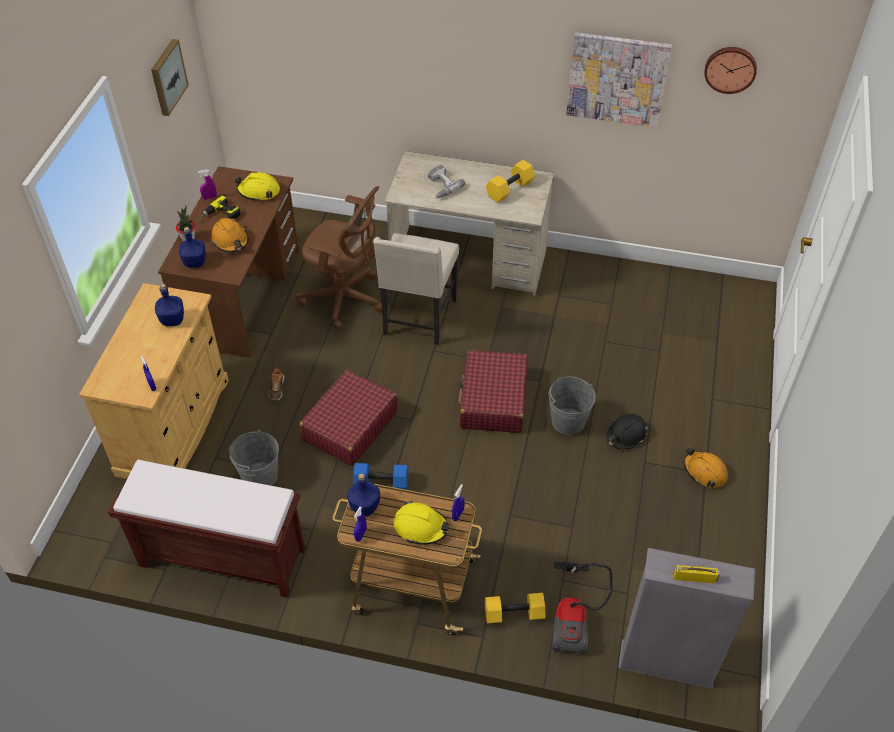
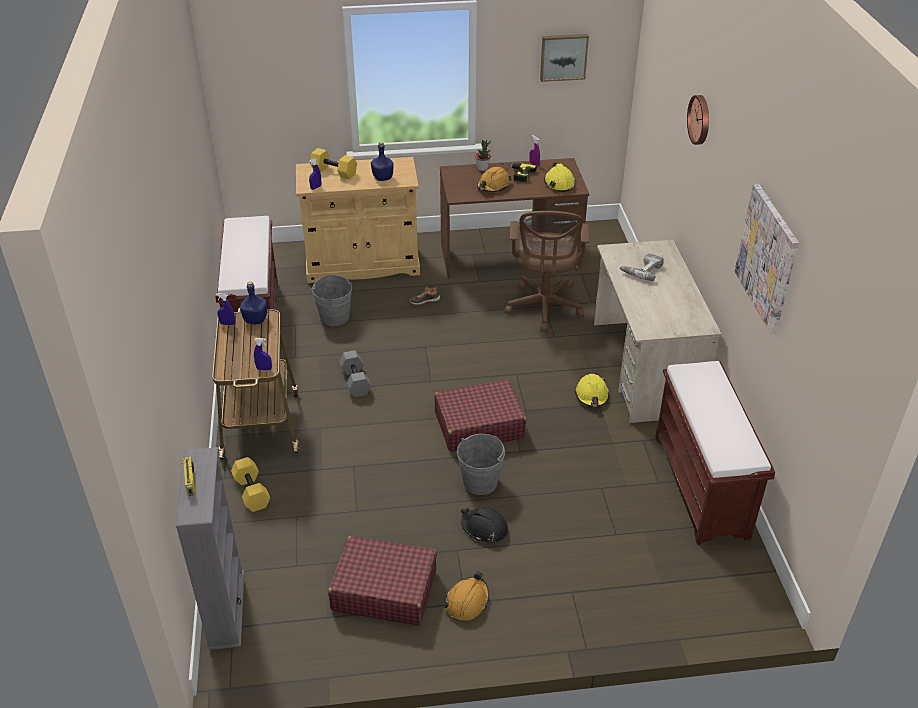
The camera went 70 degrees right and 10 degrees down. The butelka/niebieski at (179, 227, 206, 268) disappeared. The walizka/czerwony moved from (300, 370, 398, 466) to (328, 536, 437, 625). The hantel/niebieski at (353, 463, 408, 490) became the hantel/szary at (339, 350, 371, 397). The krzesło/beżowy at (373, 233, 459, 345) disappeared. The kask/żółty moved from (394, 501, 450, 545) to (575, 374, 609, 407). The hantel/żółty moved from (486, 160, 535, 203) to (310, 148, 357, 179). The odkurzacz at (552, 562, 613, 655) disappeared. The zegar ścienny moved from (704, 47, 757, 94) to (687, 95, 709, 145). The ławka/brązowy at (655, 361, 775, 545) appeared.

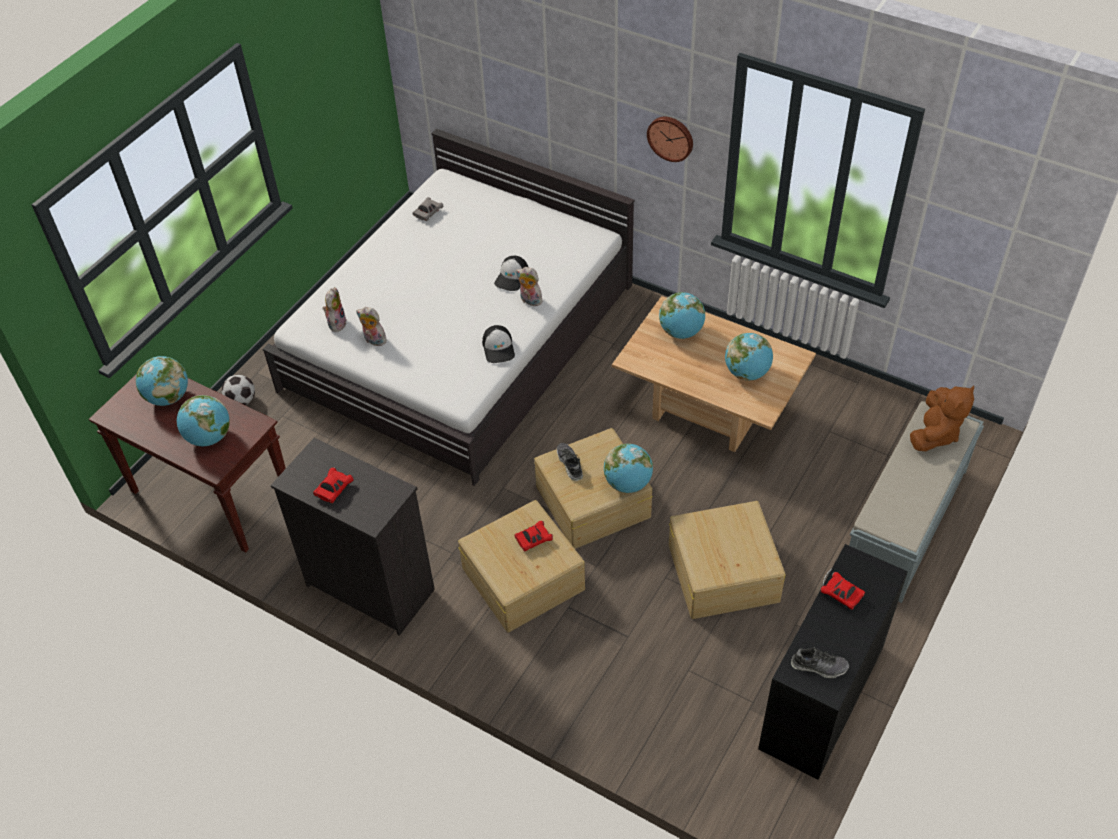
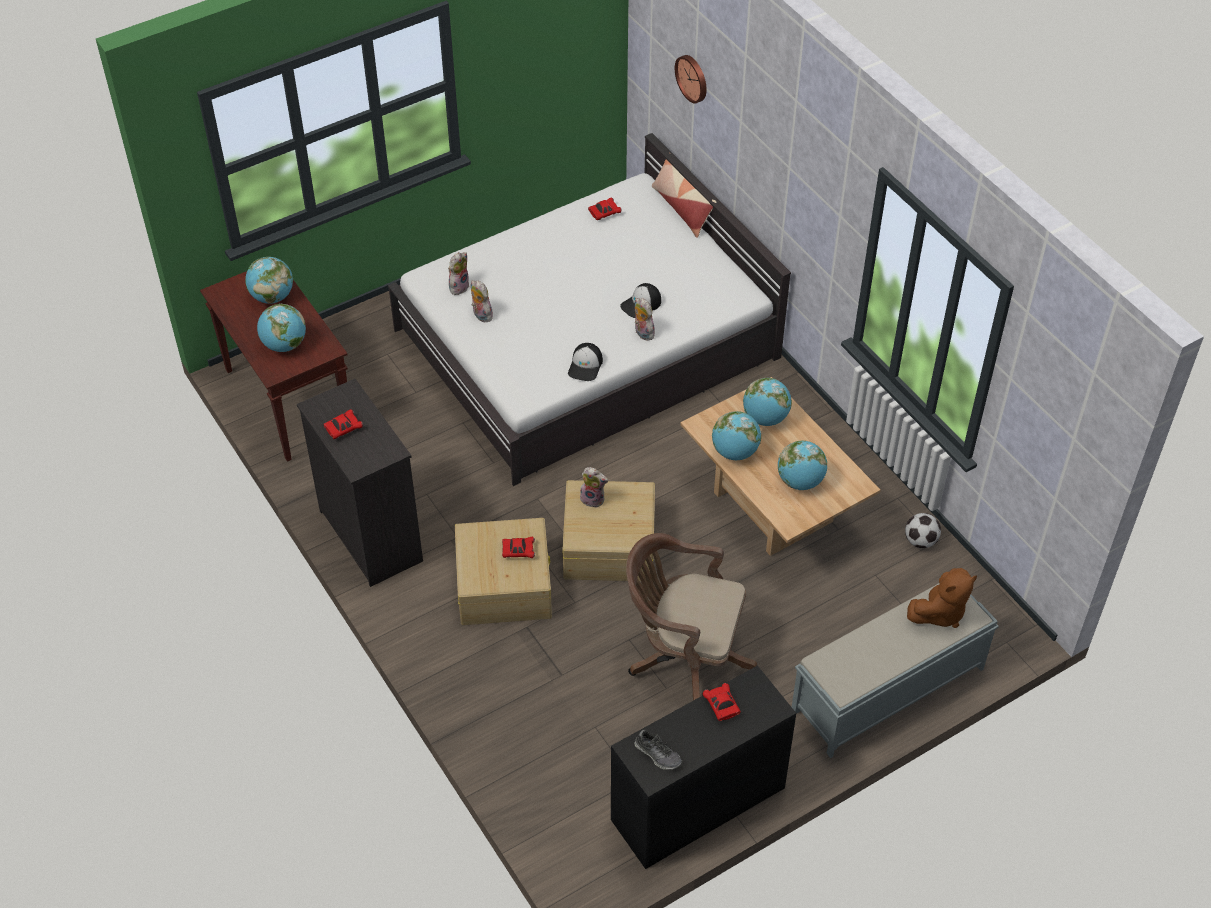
The camera went 25 degrees right and 0 degrees up. The piłka futbolowa moved from (222, 375, 255, 405) to (905, 513, 941, 548). The samochodzik/szary at (413, 197, 444, 221) became the samochodzik/czerwony at (588, 198, 622, 220). The but at (557, 443, 583, 481) was replaced by the pluszak at (580, 467, 608, 508). The globus moved from (604, 443, 653, 493) to (712, 411, 761, 460). The zegar ścienny moved from (647, 117, 693, 162) to (675, 55, 707, 103). The pojemnik do przechowywania/beżowy at (669, 501, 786, 619) was replaced by the krzesło biurowe/brązowy at (626, 533, 757, 701). The poduszka at (652, 152, 717, 238) appeared.

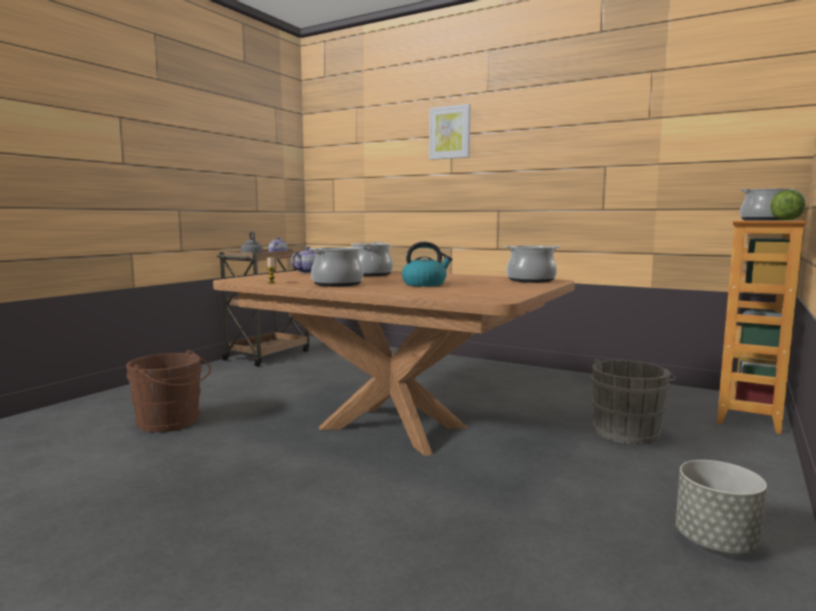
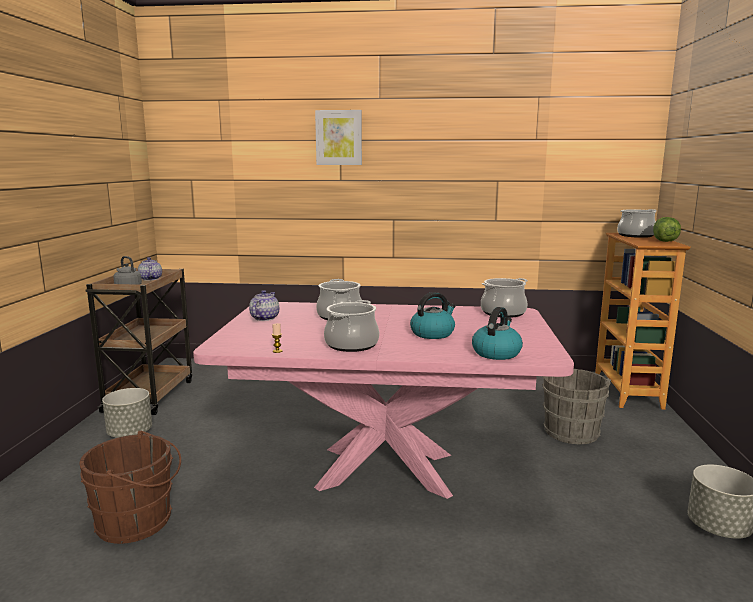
The camera went 25 degrees left and 5 degrees up. The stół jadalny/brązowy at (213, 270, 575, 456) became the stół jadalny/różowy at (193, 302, 574, 499). The donica/szary at (102, 388, 152, 437) appeared. The czajnik at (472, 307, 523, 360) appeared.

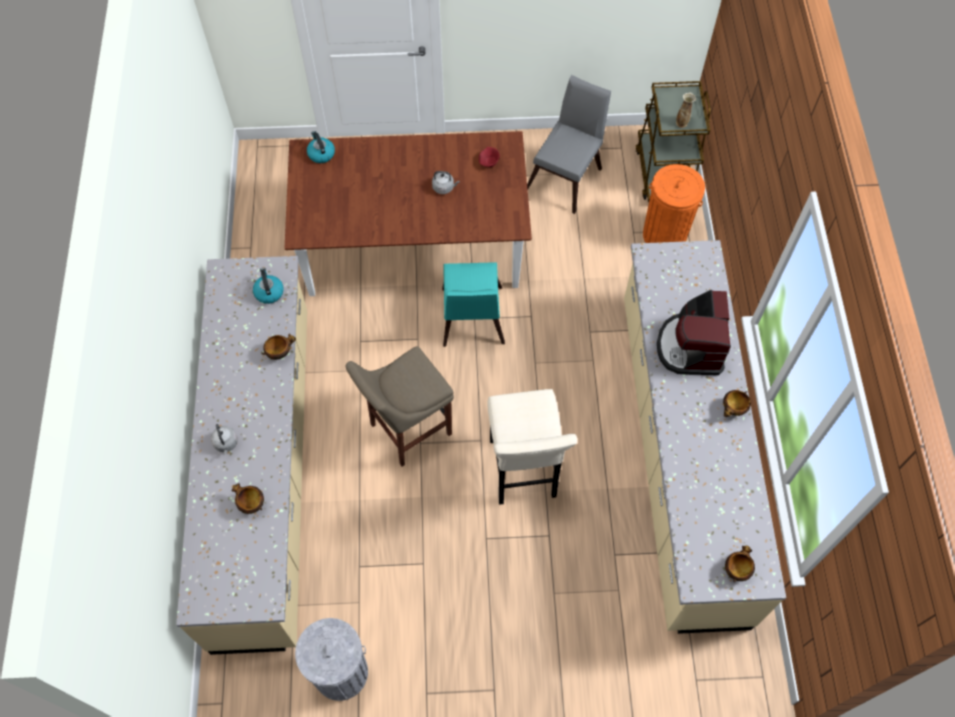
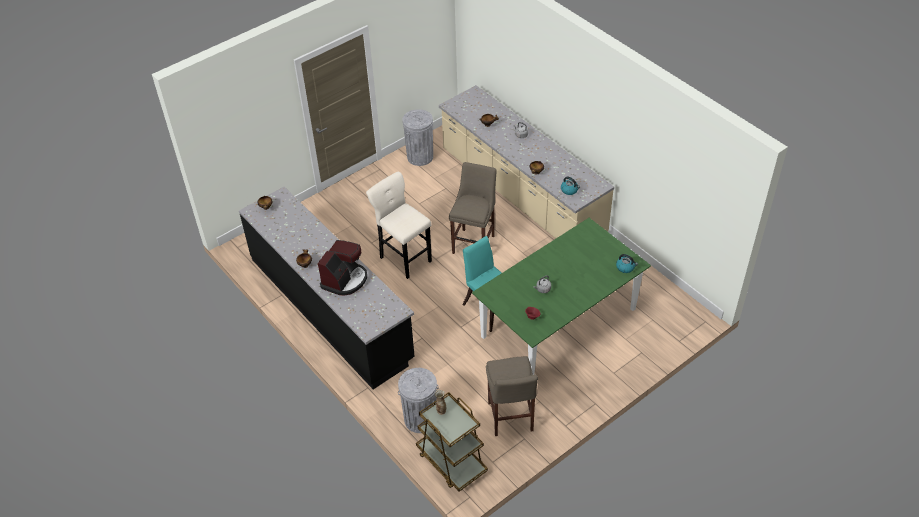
The camera went 145 degrees right and 15 degrees down. The stół jadalny/brązowy at (285, 131, 532, 296) became the stół jadalny/zielony at (472, 218, 651, 375). The krzesło/szary at (527, 75, 611, 214) was replaced by the stołek/beżowy at (486, 356, 538, 436). The zabudowa kuchenna/beżowy at (624, 240, 786, 634) became the zabudowa kuchenna/czarny at (239, 187, 414, 389). The kosz na śmieci/pomarańczowy at (643, 164, 705, 243) became the kosz na śmieci/szary at (398, 368, 439, 433). The ekspres do kawy at (657, 290, 731, 375) turned 60 degrees clockwise.

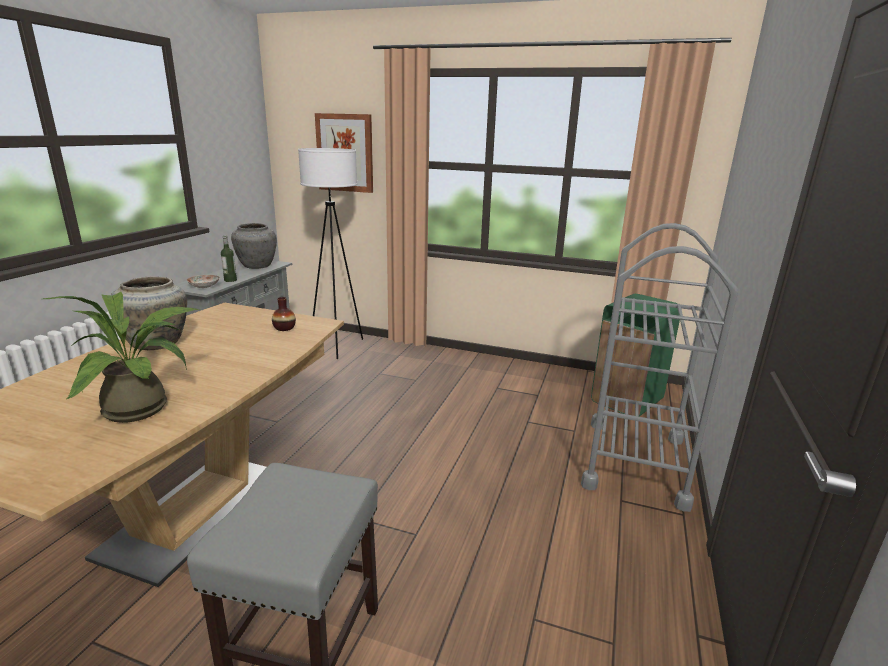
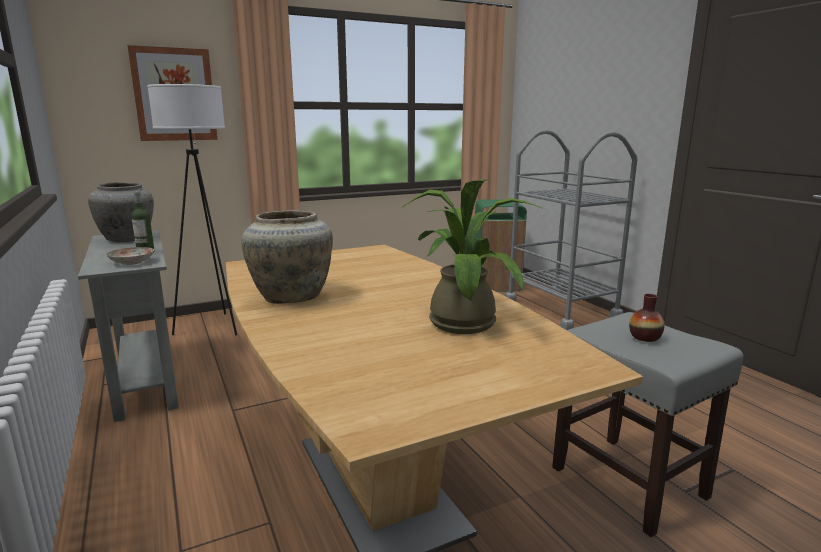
The camera went 45 degrees left and 5 degrees down. The wazon moved from (272, 297, 296, 331) to (629, 294, 665, 342).

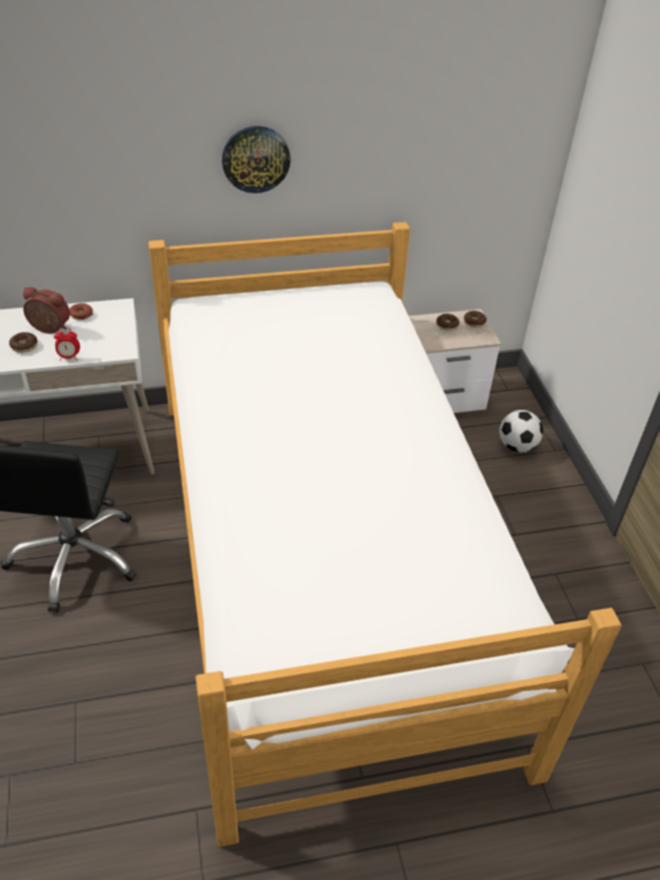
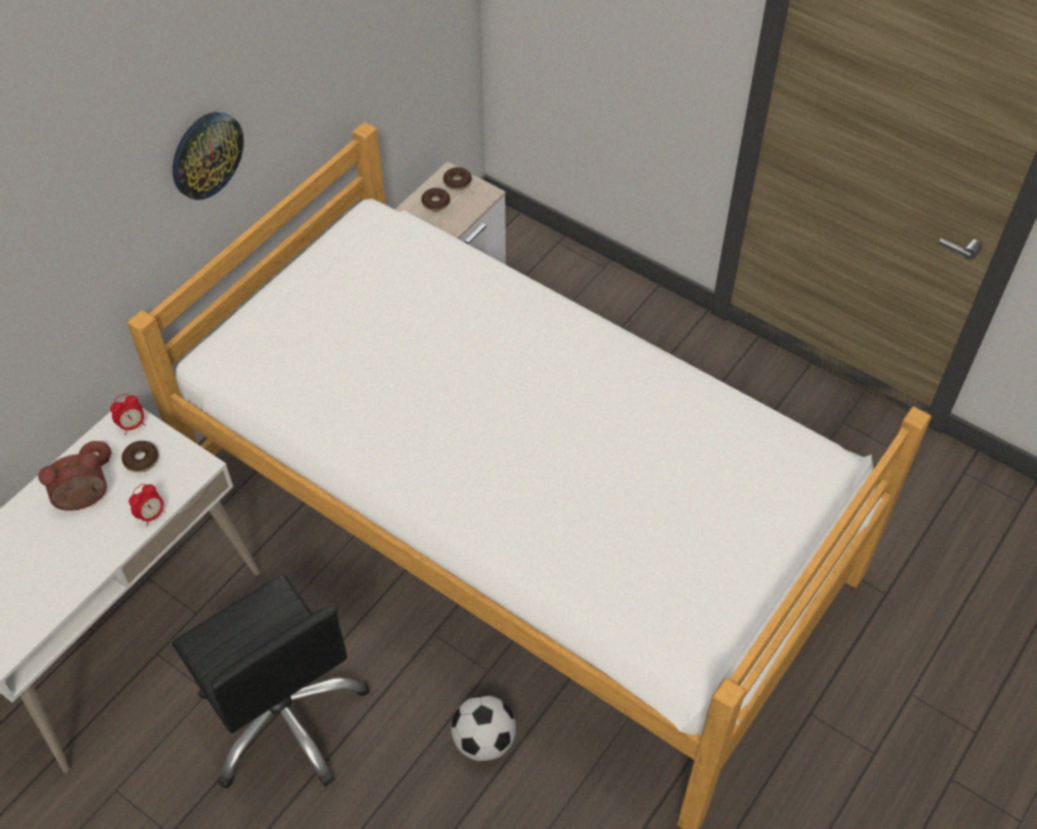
The camera went 40 degrees left and 10 degrees up. The donut moved from (9, 332, 38, 353) to (122, 441, 159, 472). The piłka futbolowa moved from (499, 410, 543, 452) to (451, 695, 516, 761). The budzik at (110, 394, 145, 435) appeared.

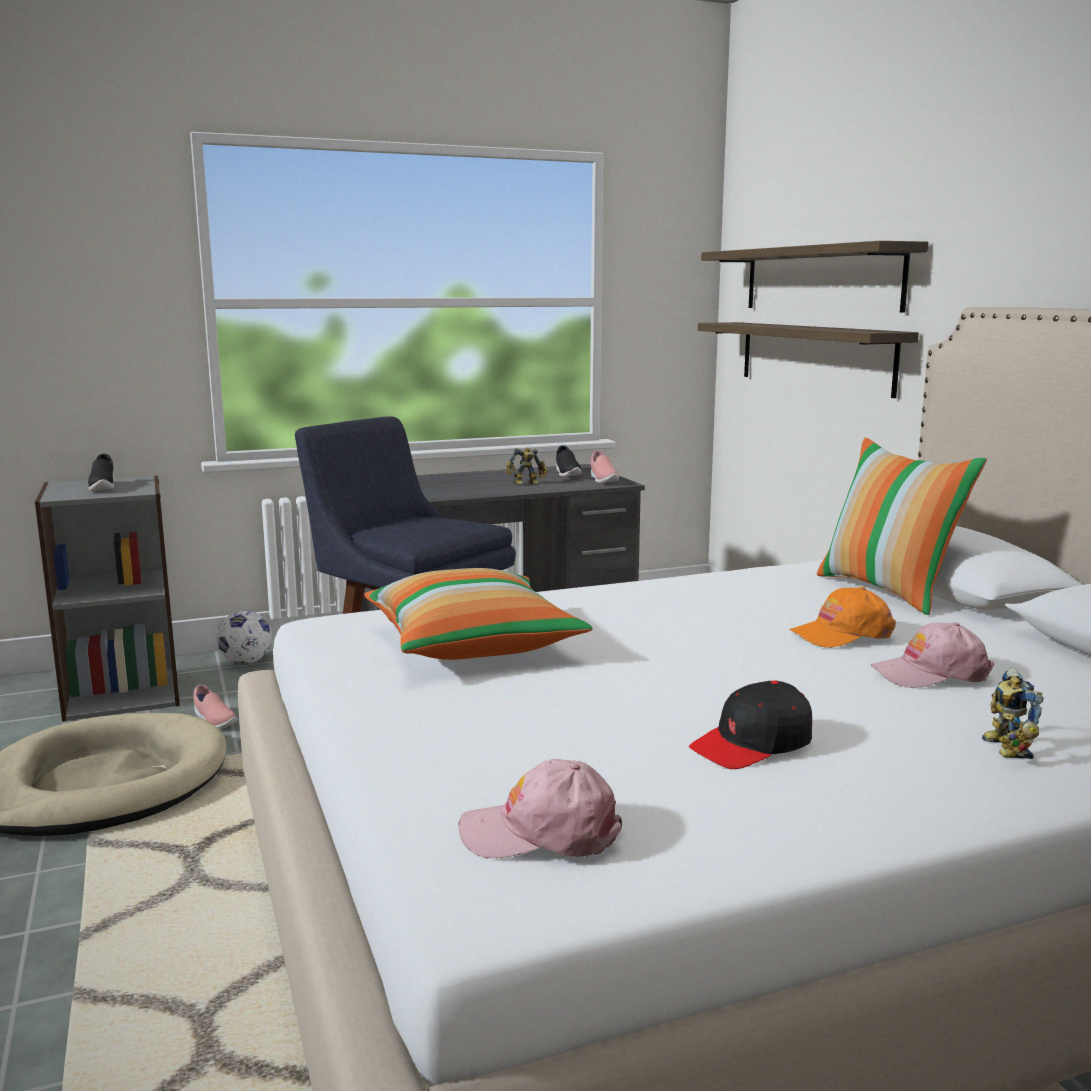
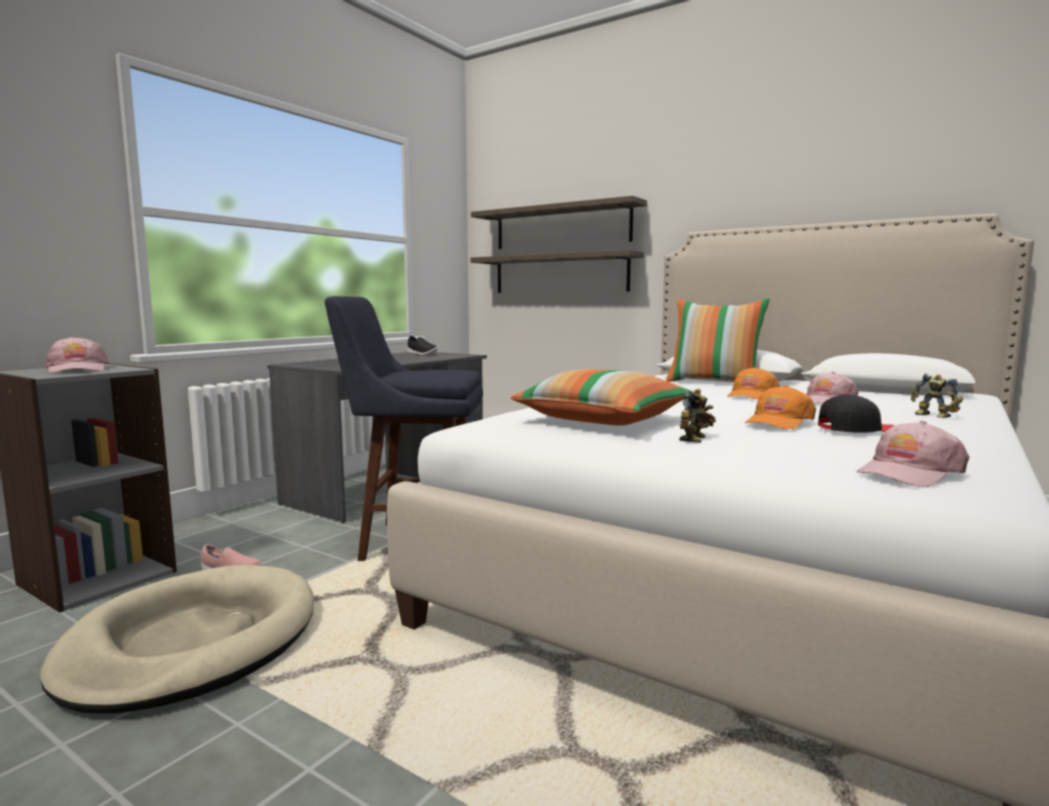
The camera went 35 degrees left and 5 degrees down. The but/czarny at (88, 454, 115, 491) was replaced by the czapka z daszkiem/różowy at (45, 336, 108, 373). The piłka futbolowa at (216, 610, 272, 665) disappeared. The robot zabawkowy moved from (506, 447, 548, 486) to (679, 389, 716, 443). The but/różowy at (591, 451, 619, 483) disappeared. The czapka z daszkiem/czarny at (689, 681, 812, 769) turned 120 degrees counterclockwise. The czapka z daszkiem/pomarańczowy at (745, 385, 816, 429) appeared.

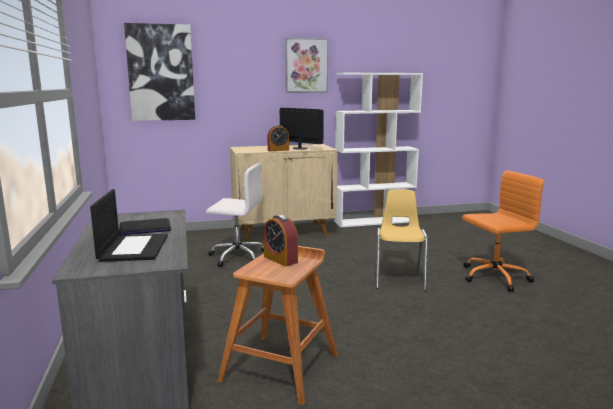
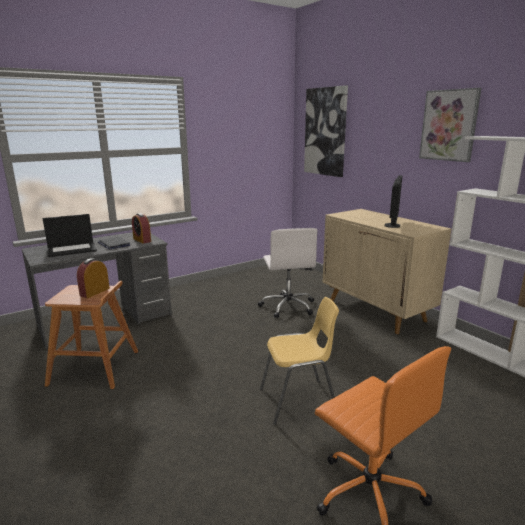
The camera went 70 degrees right and 5 degrees up. The budzik moved from (267, 125, 289, 151) to (132, 213, 151, 244).

